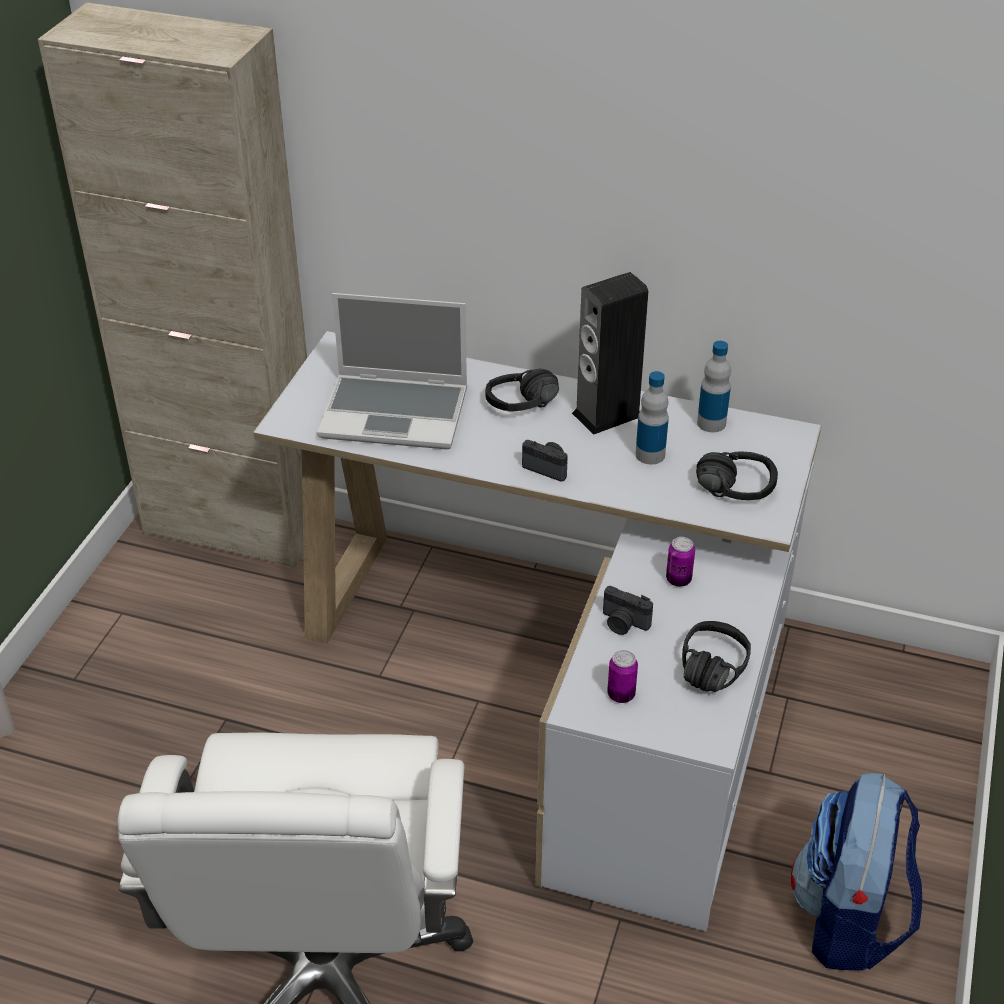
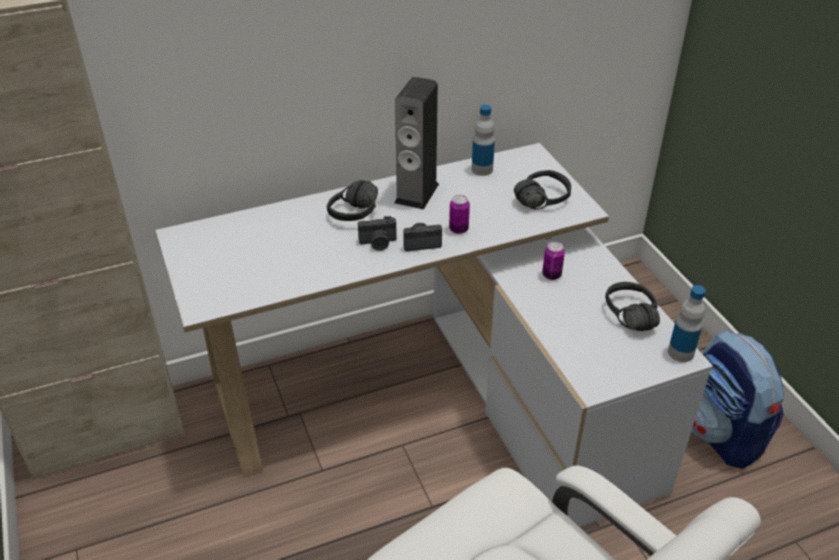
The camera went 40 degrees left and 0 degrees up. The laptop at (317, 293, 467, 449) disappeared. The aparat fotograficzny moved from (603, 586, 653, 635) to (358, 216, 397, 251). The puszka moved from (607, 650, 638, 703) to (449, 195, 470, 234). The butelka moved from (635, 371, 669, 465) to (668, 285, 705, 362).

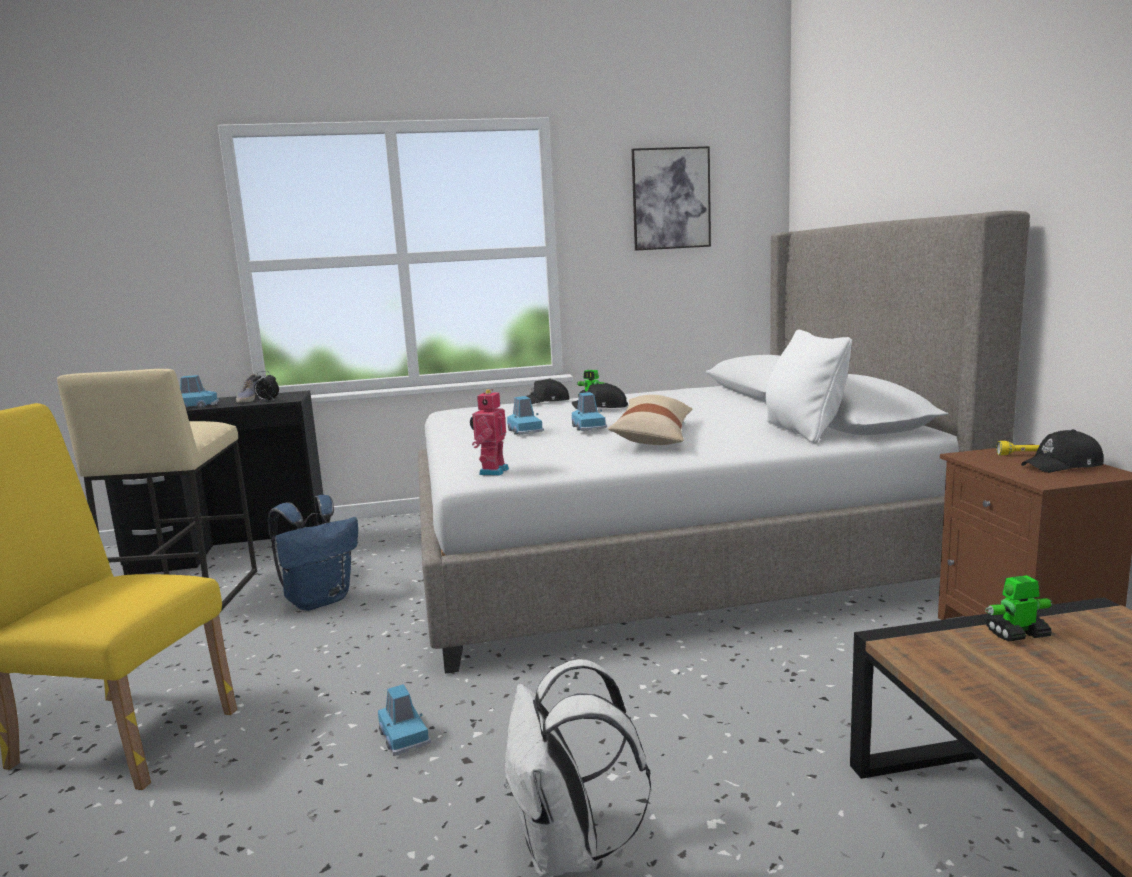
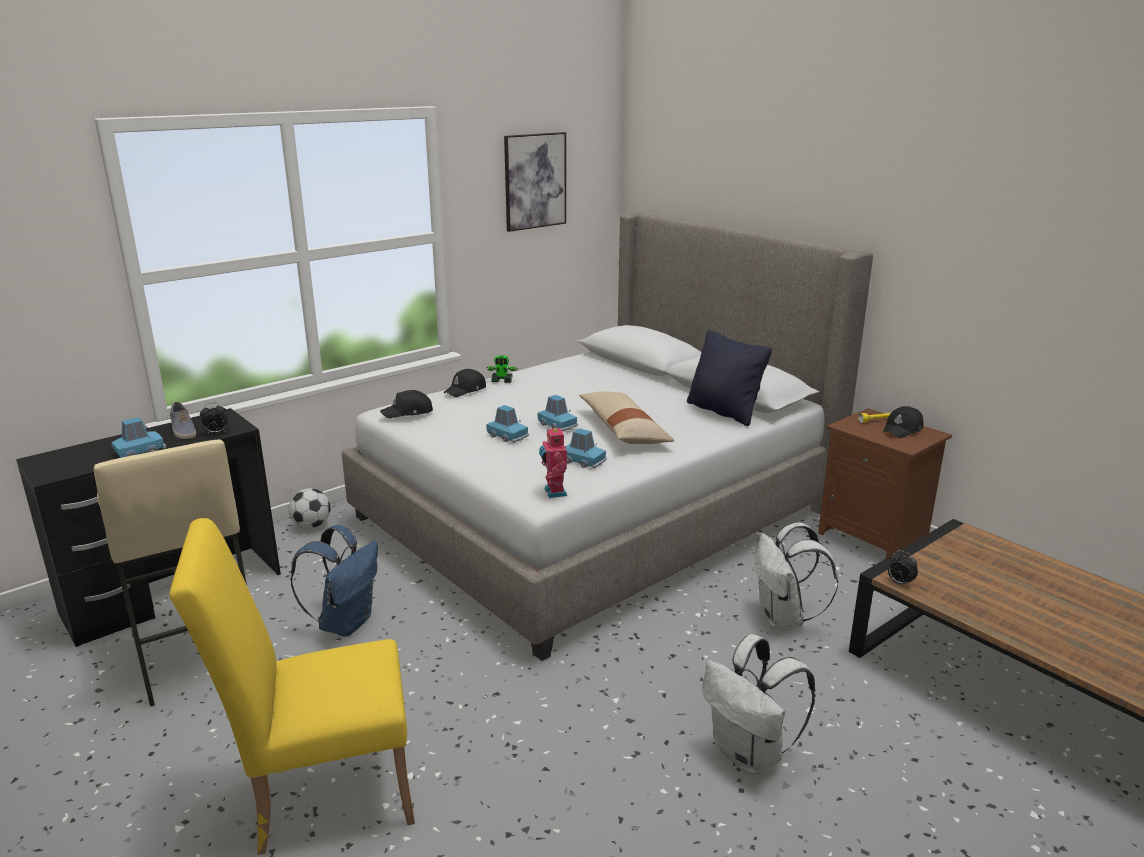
The camera went 30 degrees left and 10 degrees up. The samochodzik/niebieski moved from (378, 684, 431, 756) to (566, 428, 607, 469). The czapka z daszkiem/czarny moved from (572, 383, 628, 409) to (380, 390, 433, 418). The poduszka/biały at (766, 329, 852, 443) became the poduszka/czarny at (687, 330, 772, 426). The robot zabawkowy at (985, 575, 1053, 641) disappeared. The piłka futbolowa at (289, 488, 331, 529) appeared. The plecak/biały at (755, 522, 838, 628) appeared. The budzik at (888, 550, 918, 587) appeared.

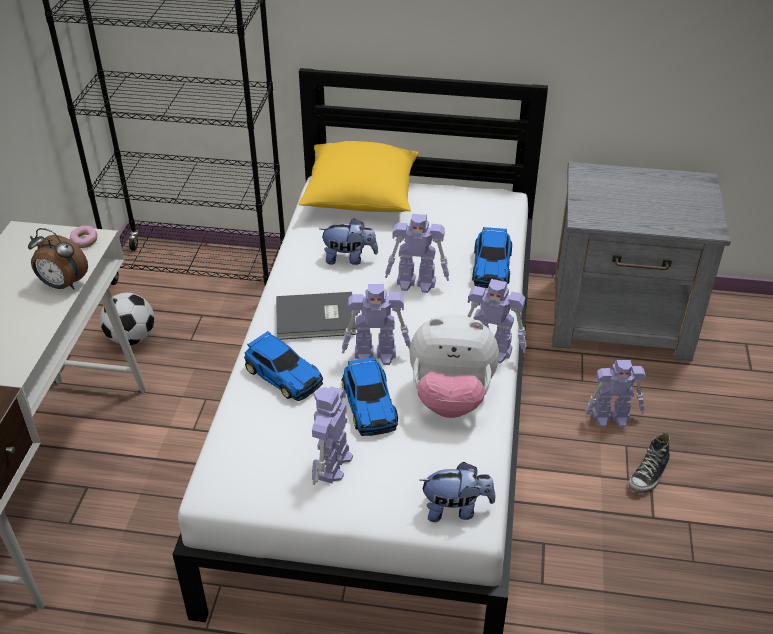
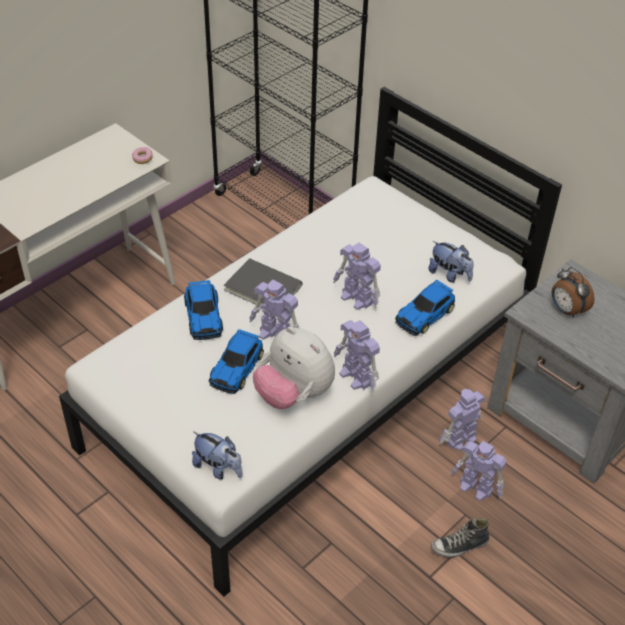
The camera went 35 degrees right and 5 degrees up. The budzik moved from (28, 228, 88, 289) to (552, 267, 595, 318). The piłka futbolowa at (100, 293, 154, 345) disappeared. The poduszka/żółty at (298, 141, 419, 212) disappeared. The robot zabawkowy moved from (312, 387, 353, 485) to (439, 389, 485, 450). The pluszak moved from (320, 218, 378, 265) to (428, 241, 473, 283).

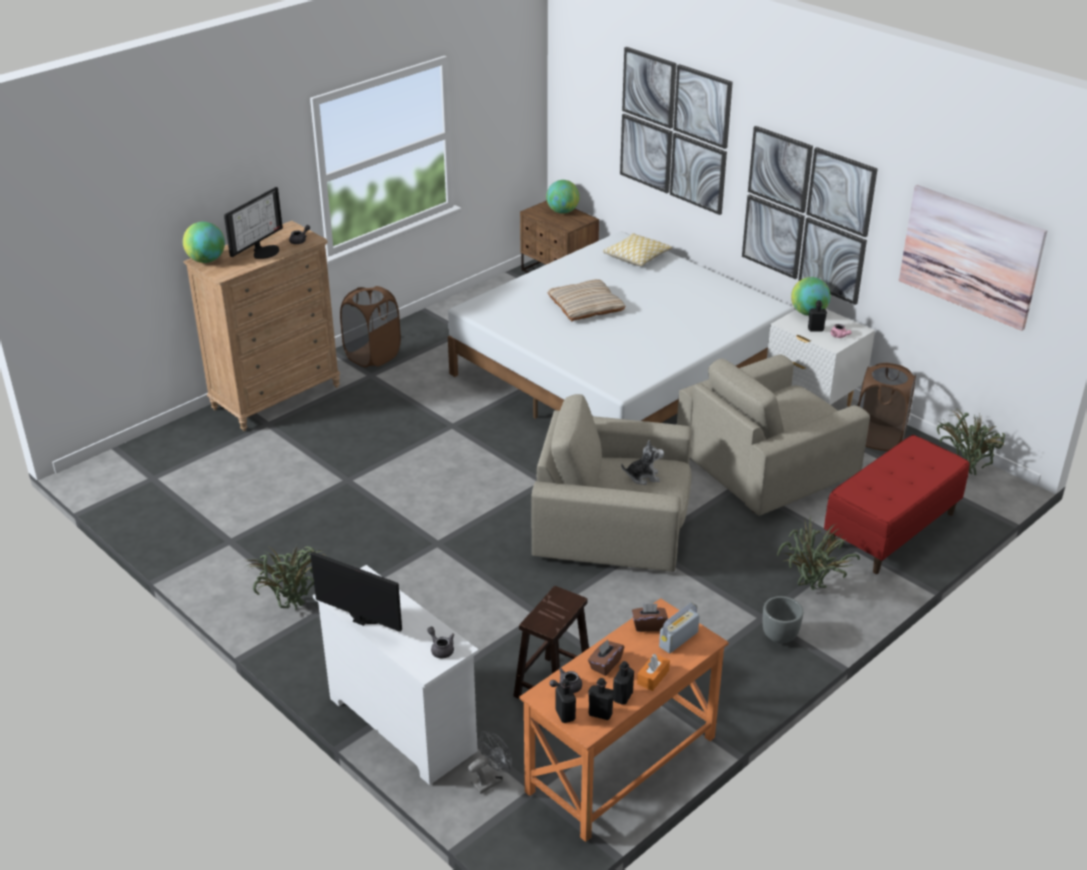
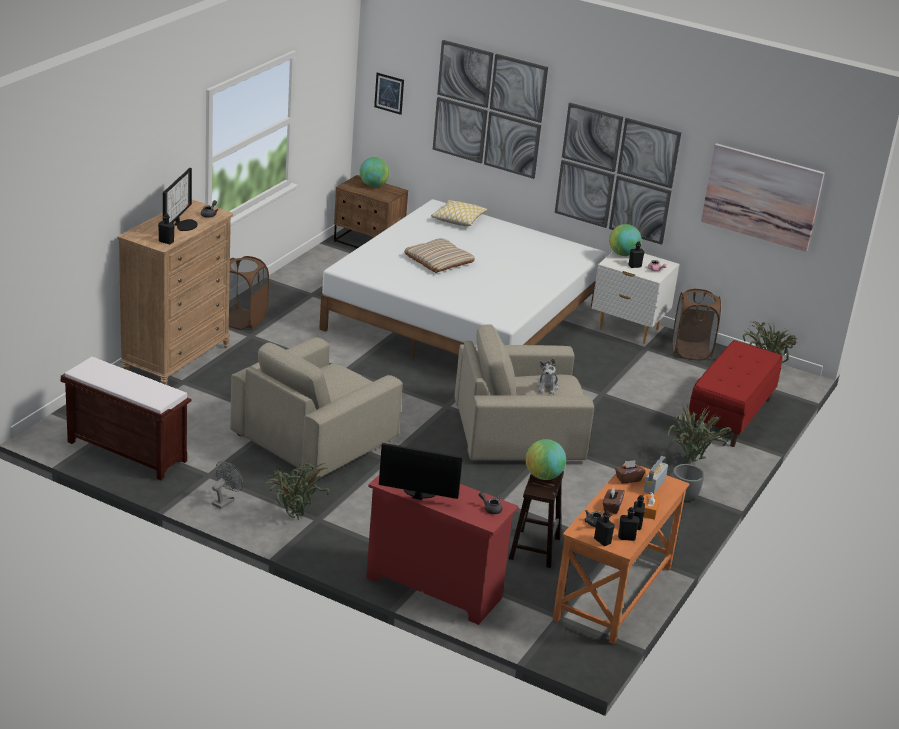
The camera went 20 degrees left and 5 degrees down. The globus moved from (183, 222, 225, 263) to (525, 439, 566, 480). The komoda/biały at (313, 565, 479, 785) became the komoda/czerwony at (366, 475, 519, 625). The wentylator/szary moved from (468, 731, 512, 794) to (212, 461, 243, 509). The pluszak at (621, 440, 664, 485) turned 120 degrees clockwise. The fotel/beżowy moved from (677, 355, 870, 516) to (230, 337, 403, 478). The ławka/brązowy at (60, 356, 191, 480) appeared. The butelka/czarny at (158, 213, 175, 245) appeared. The obraz at (374, 73, 404, 115) appeared.

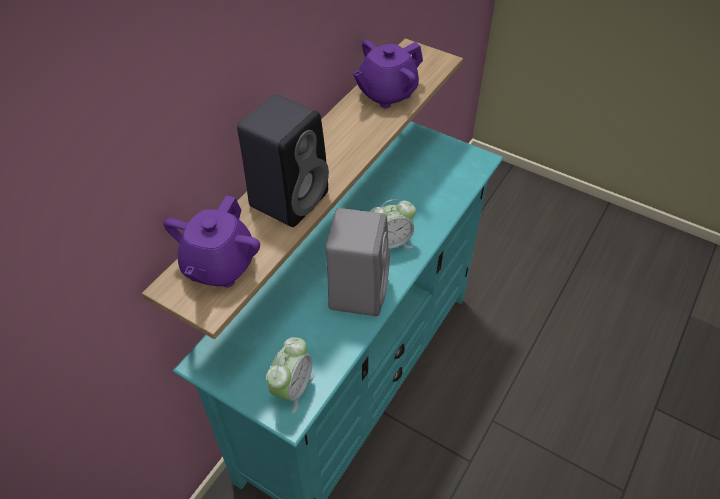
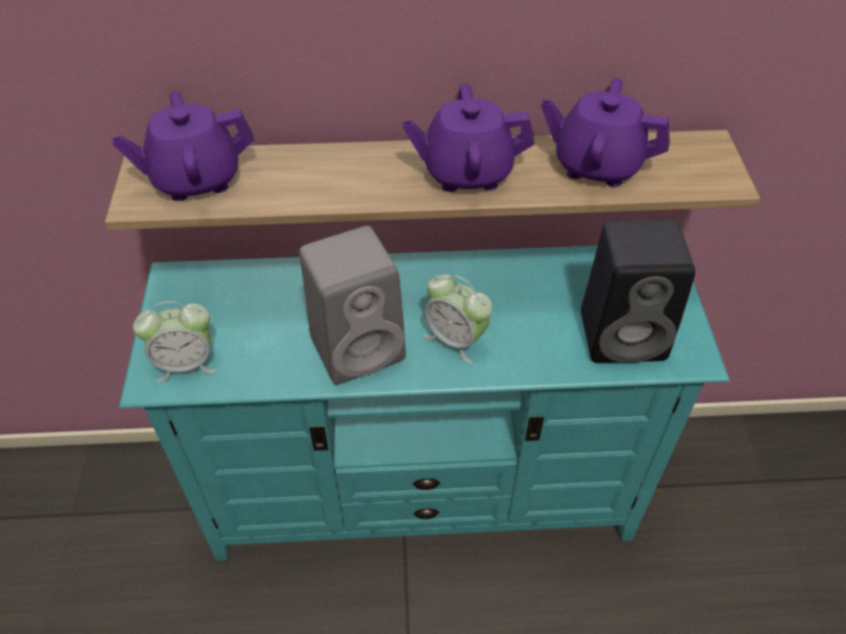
The camera went 55 degrees right and 0 degrees up. The głośnik/czarny moved from (237, 94, 329, 227) to (581, 220, 695, 363). The imbryk/fioletowy at (402, 84, 535, 192) appeared.

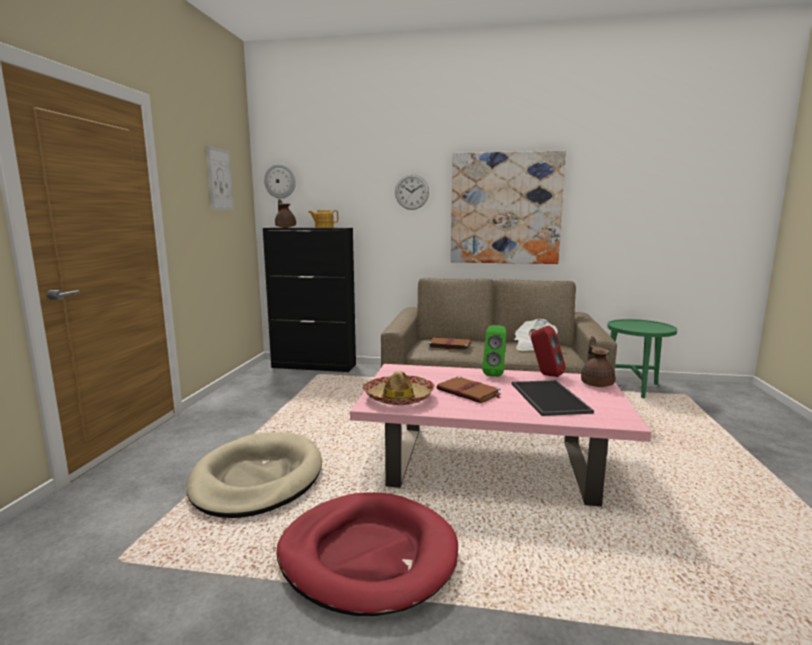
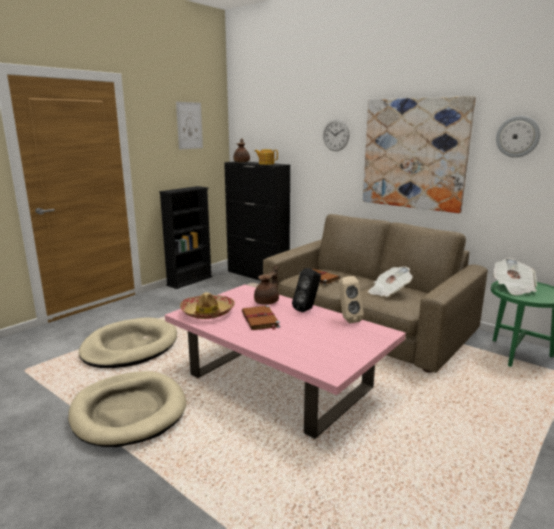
The camera went 30 degrees right and 5 degrees up. The zegar ścienny moved from (264, 164, 296, 199) to (496, 116, 540, 158). The legowisko/czerwony at (276, 492, 458, 616) became the legowisko/beżowy at (68, 371, 186, 447). The głośnik/zielony at (482, 325, 506, 377) became the głośnik/czarny at (292, 268, 321, 313). The taca at (512, 380, 594, 416) disappeared. The głośnik/czerwony at (531, 326, 566, 377) became the głośnik/beżowy at (338, 276, 364, 323). The imbryk/brązowy moved from (581, 336, 616, 387) to (254, 265, 279, 305). The regał/czarny at (159, 186, 213, 289) appeared. The gazeta at (493, 258, 537, 295) appeared.

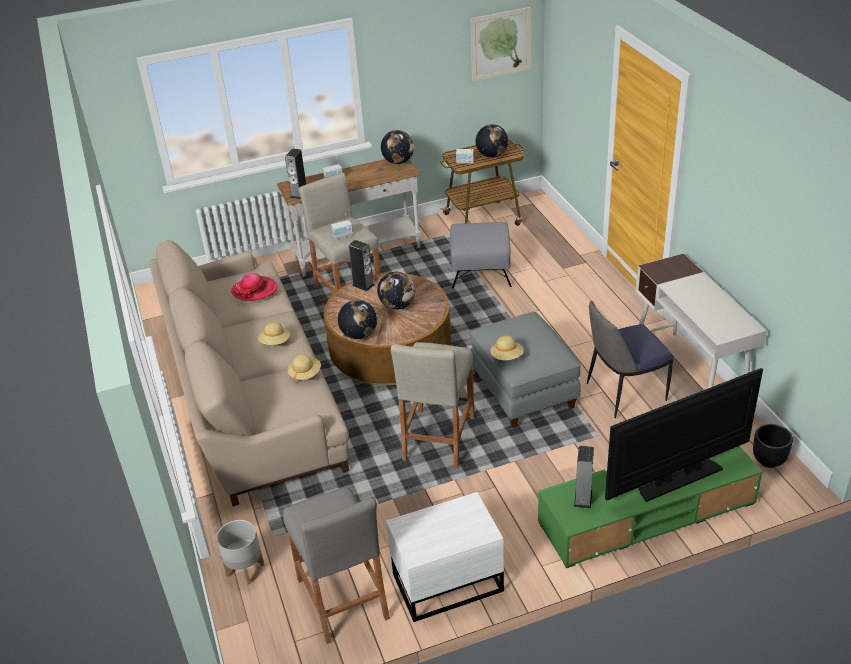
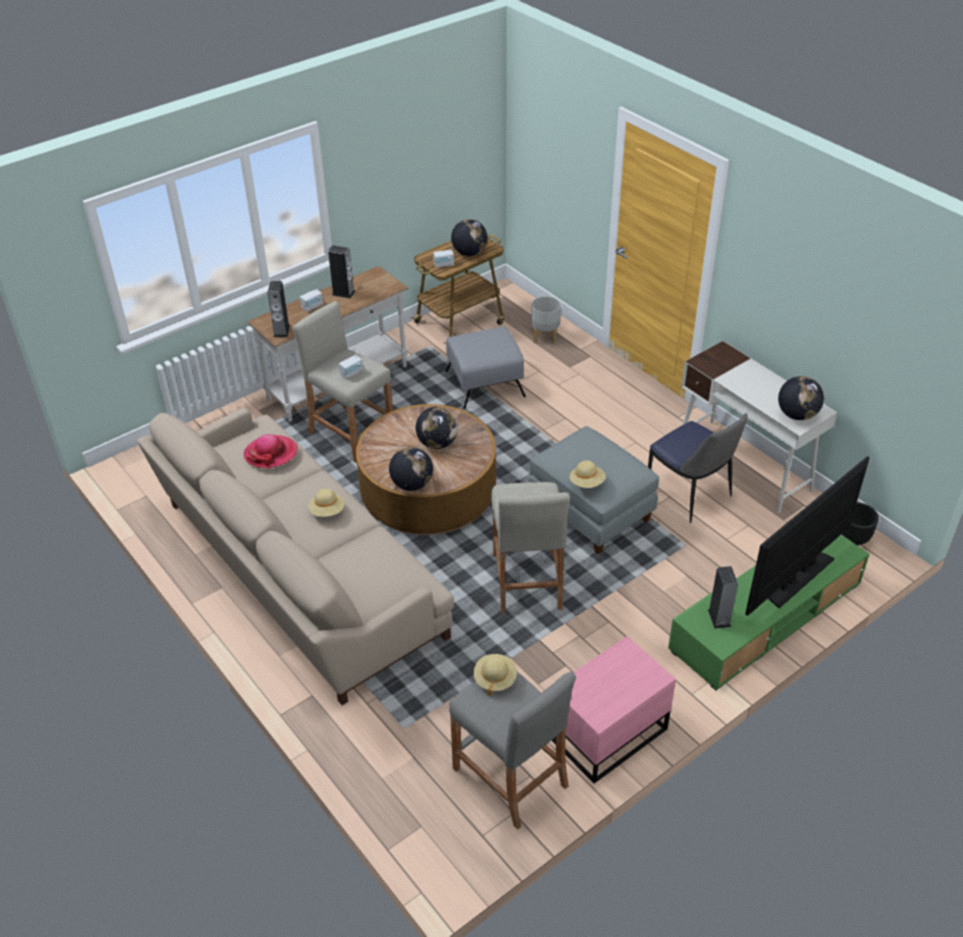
The camera went 20 degrees left and 5 degrees up. The donica/szary moved from (216, 520, 264, 585) to (531, 296, 561, 344). The kapelusz/beżowy moved from (288, 354, 321, 383) to (474, 654, 517, 697). The głośnik moved from (349, 240, 375, 291) to (328, 245, 355, 298). The globus moved from (381, 130, 414, 164) to (778, 376, 824, 420). The szafka nocna/biały at (386, 492, 504, 622) became the szafka nocna/różowy at (551, 636, 676, 783). The obraz at (470, 7, 531, 81) disappeared. The krzesło at (587, 301, 674, 418) turned 90 degrees counterclockwise.

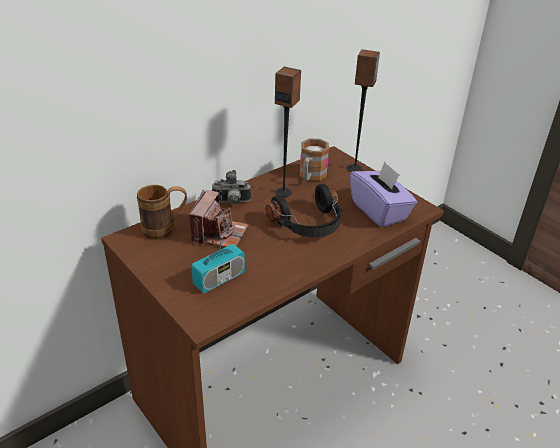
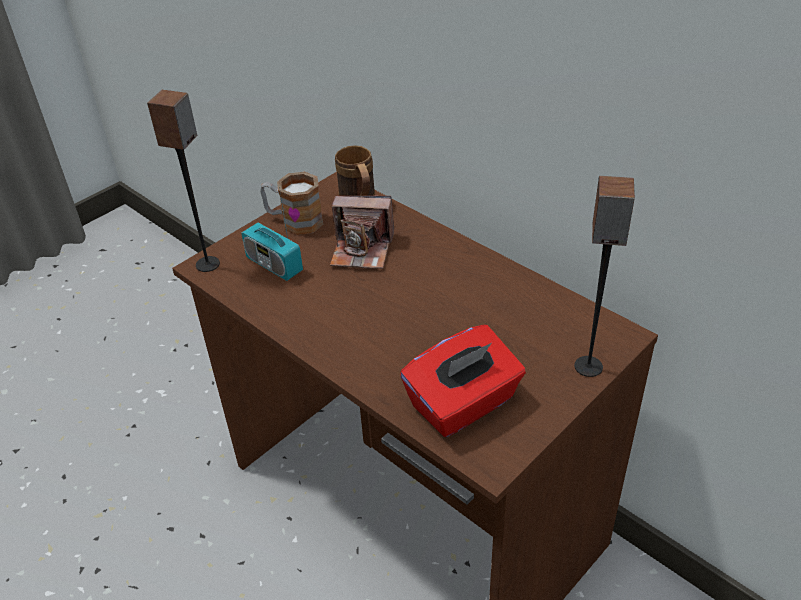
The camera went 85 degrees right and 5 degrees up. The aparat fotograficzny at (212, 170, 251, 205) disappeared. The słuchawki/czarny at (266, 184, 343, 237) disappeared. The głośnik moved from (275, 66, 301, 197) to (147, 90, 220, 272). The kubek moved from (300, 139, 330, 181) to (260, 172, 323, 235). The pudełko chusteczek/fioletowy at (350, 161, 417, 227) became the pudełko chusteczek/czerwony at (400, 325, 526, 437).

